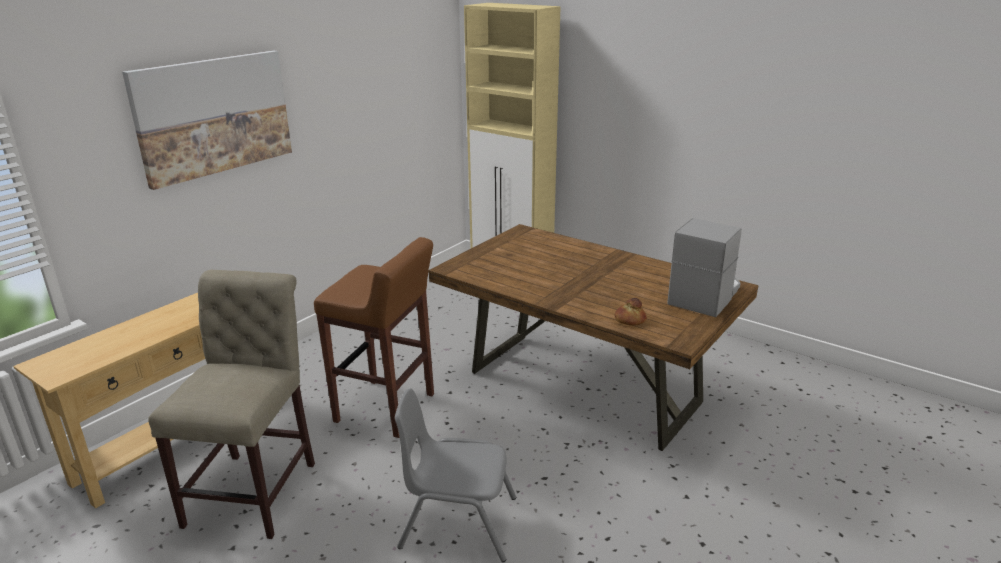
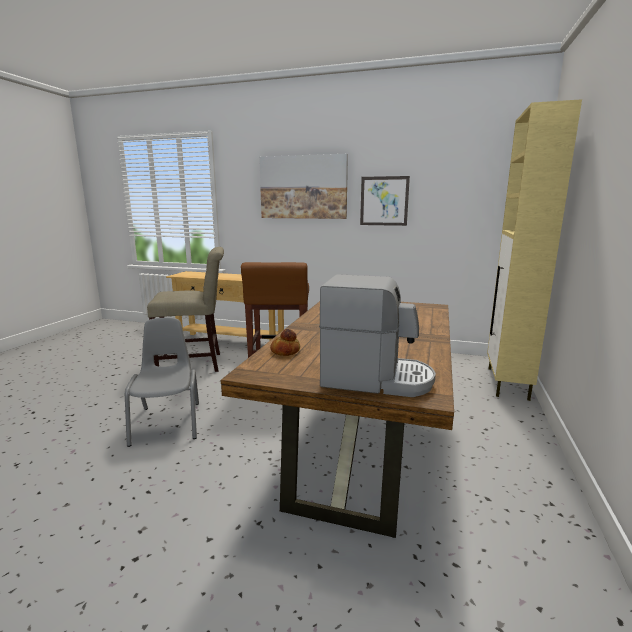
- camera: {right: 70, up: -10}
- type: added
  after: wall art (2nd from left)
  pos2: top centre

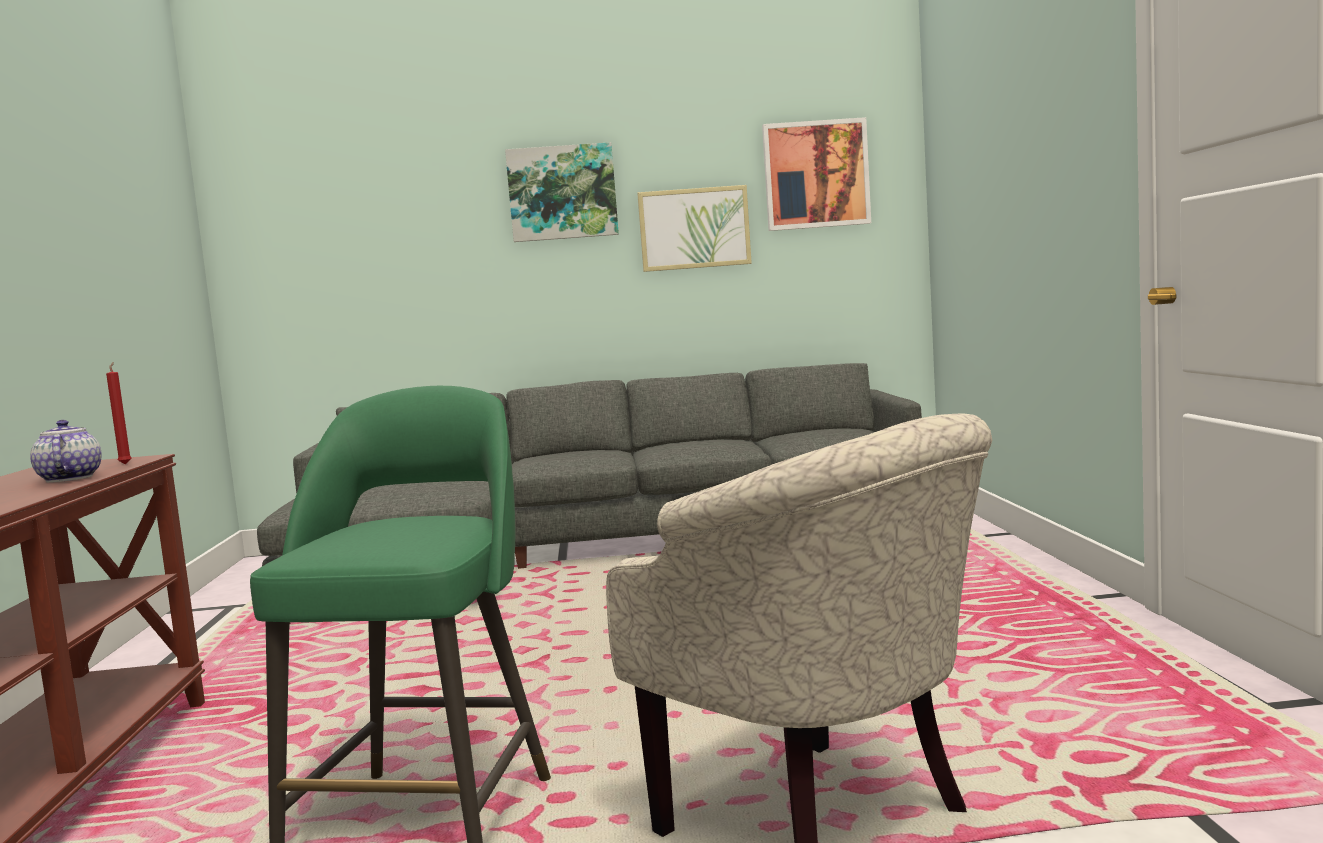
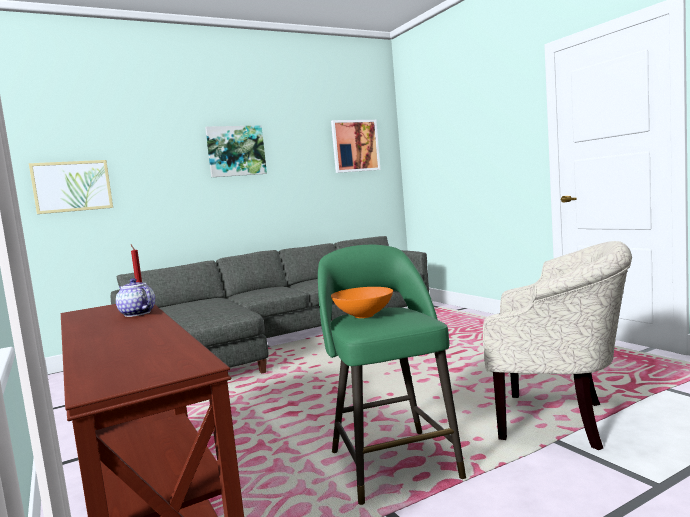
- camera: {right: -25, up: 0}
- type: moved
  before: wall art (2nd from left in the first image)
  after: wall art (1st from left)
  pos1: top centre
  pos2: middle left
- type: added
  after: deep dish in orange-coloured
  pos2: centre

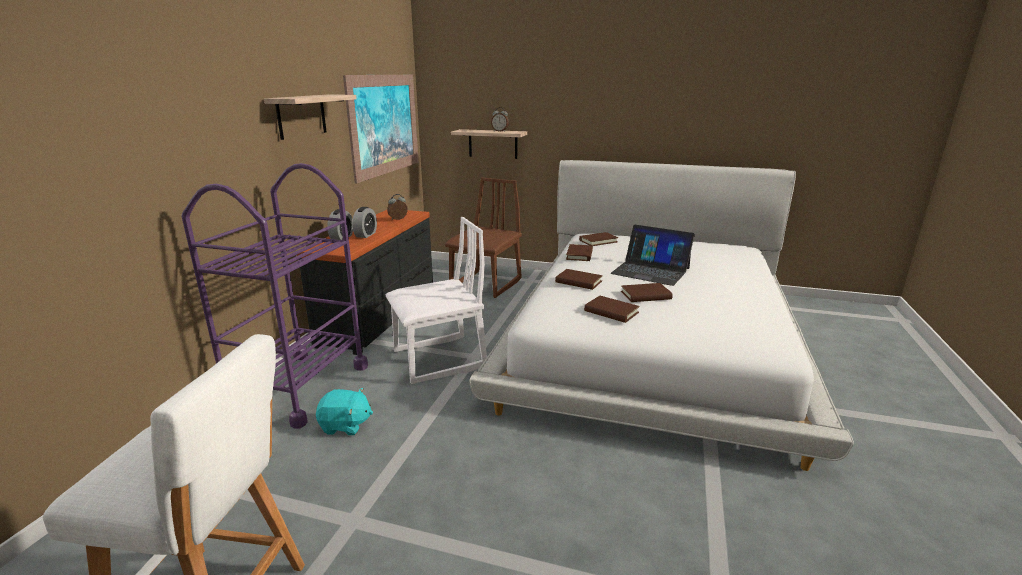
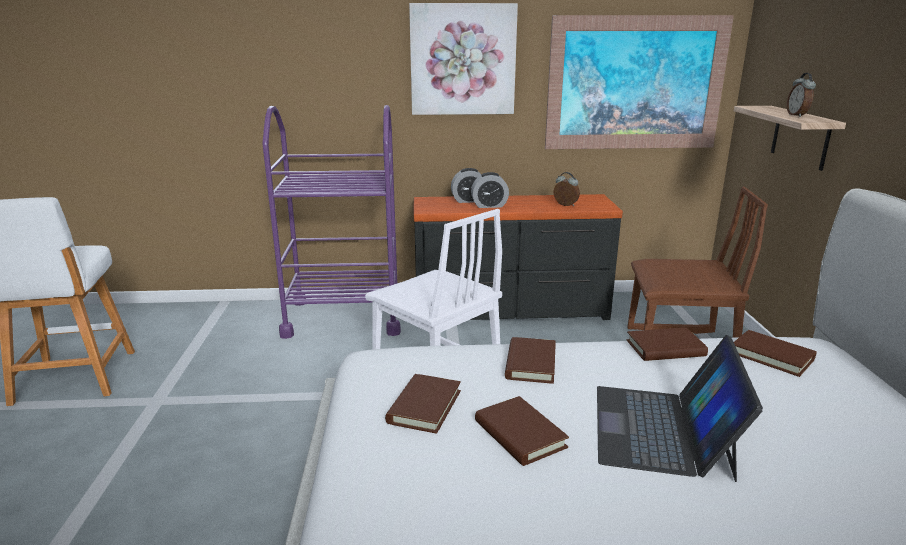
- camera: {right: 70, up: 0}
- type: replaced
  before: shelf (1st from left)
  after: wall art (1st from left)
  pos1: top left
  pos2: top centre
- type: removed
  before: cuddly toy in blue-green
  pos1: bottom centre

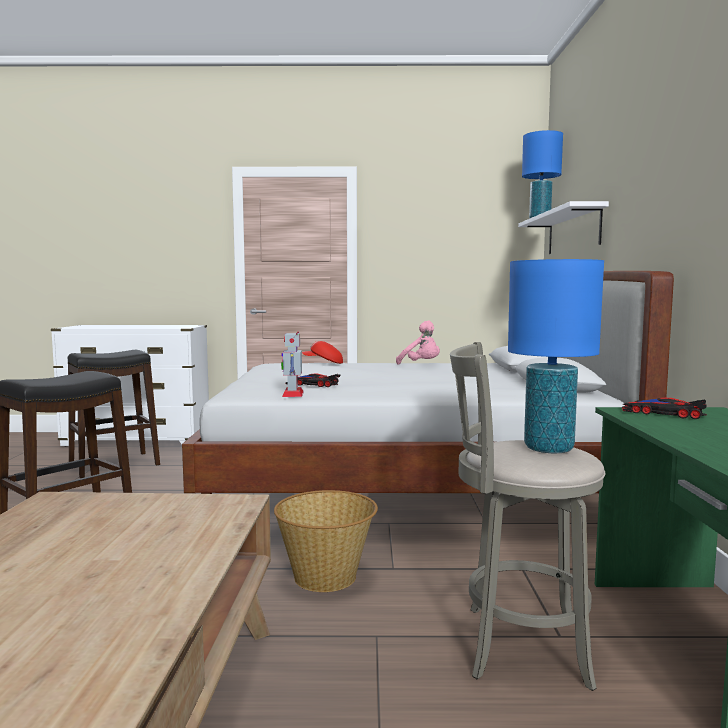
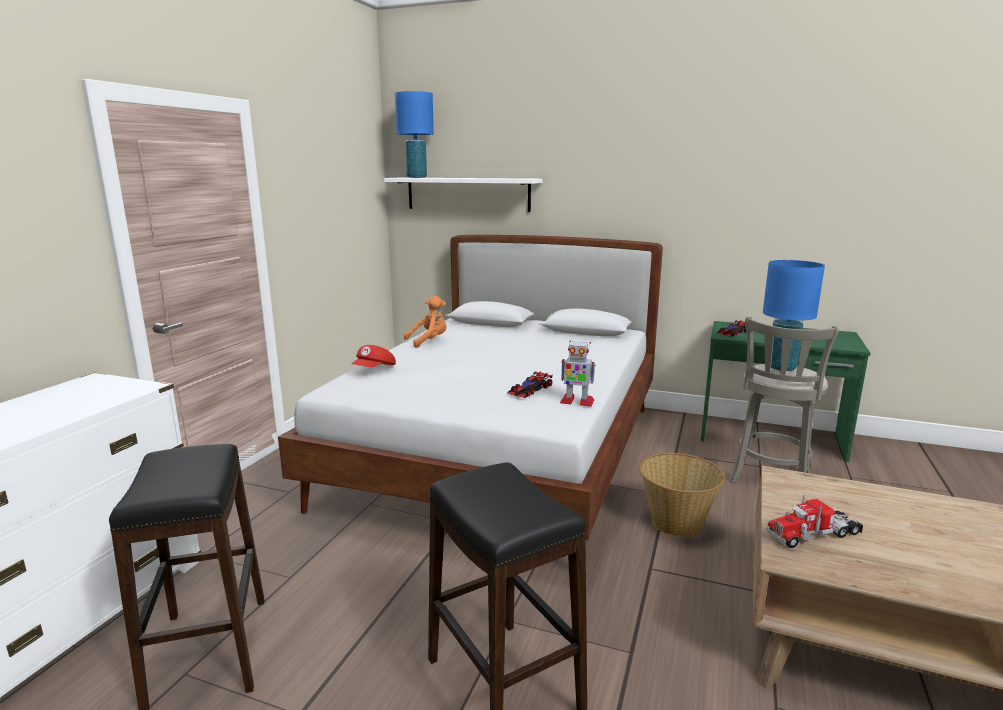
- camera: {right: -70, up: 10}
- type: recoloured
  before: cuddly toy in pink-coloured
  after: cuddly toy in orange-coloured
  pos1: centre
  pos2: centre
- type: added
  after: toy truck
  pos2: bottom right

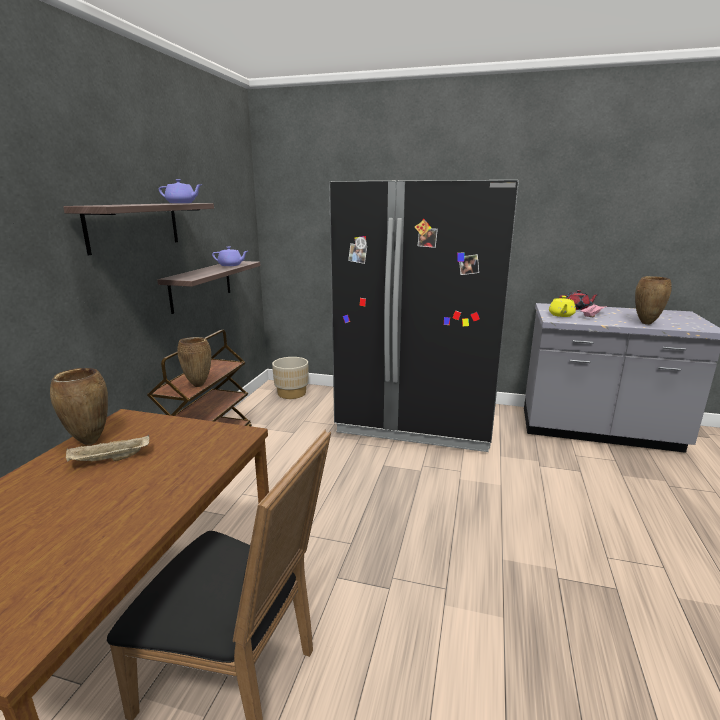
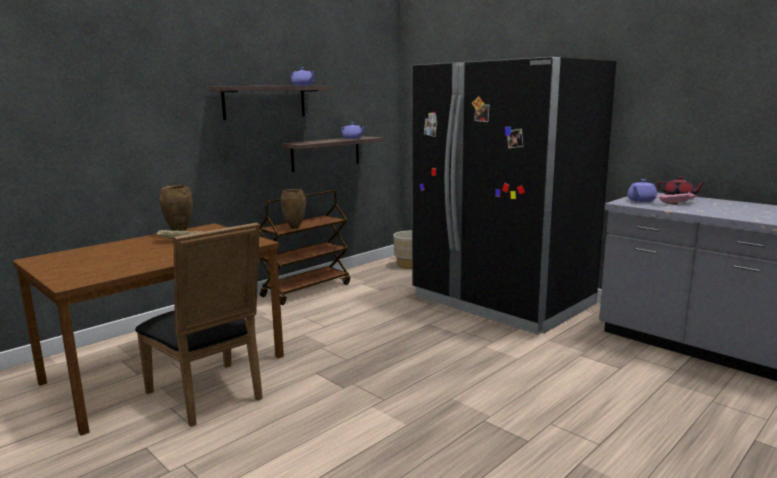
- camera: {right: 30, up: -5}
- type: removed
  before: flower vase in brown-coloured (3rd from left)
  pos1: middle right
- type: recoloured
  before: teapot in yellow
  after: teapot in purple (3rd from left)
  pos1: middle right
  pos2: middle right

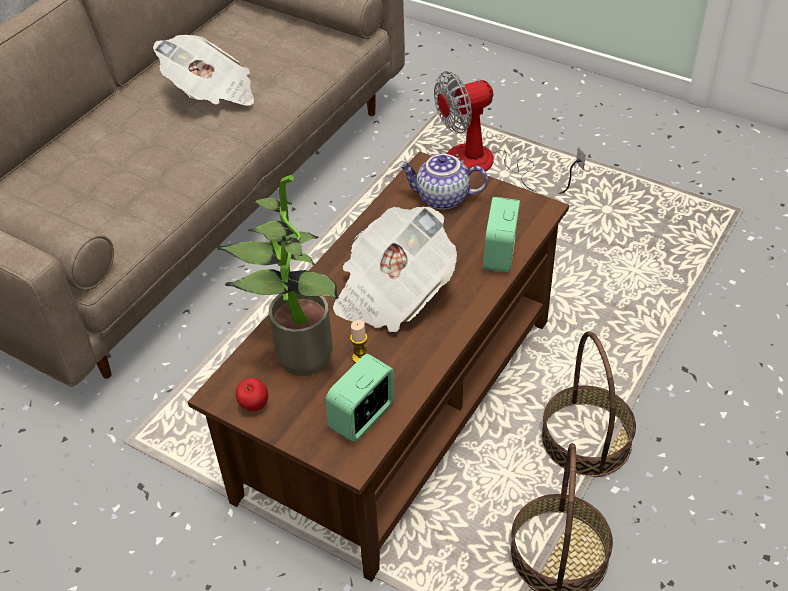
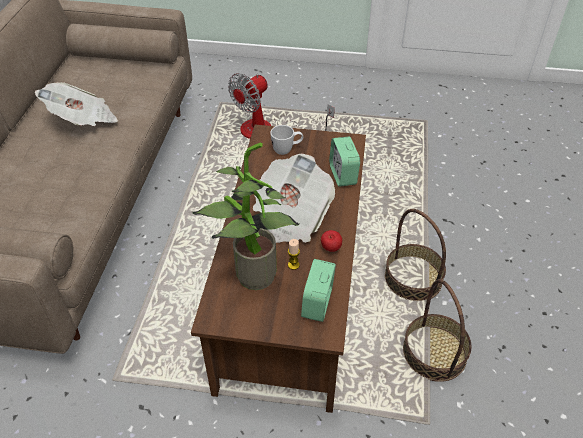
- camera: {right: -25, up: 0}
- type: replaced
  before: teapot
  after: tea mug in white-coloured
  pos1: top centre
  pos2: top centre
- type: moved
  before: whole apple
  pos1: bottom left
  pos2: centre

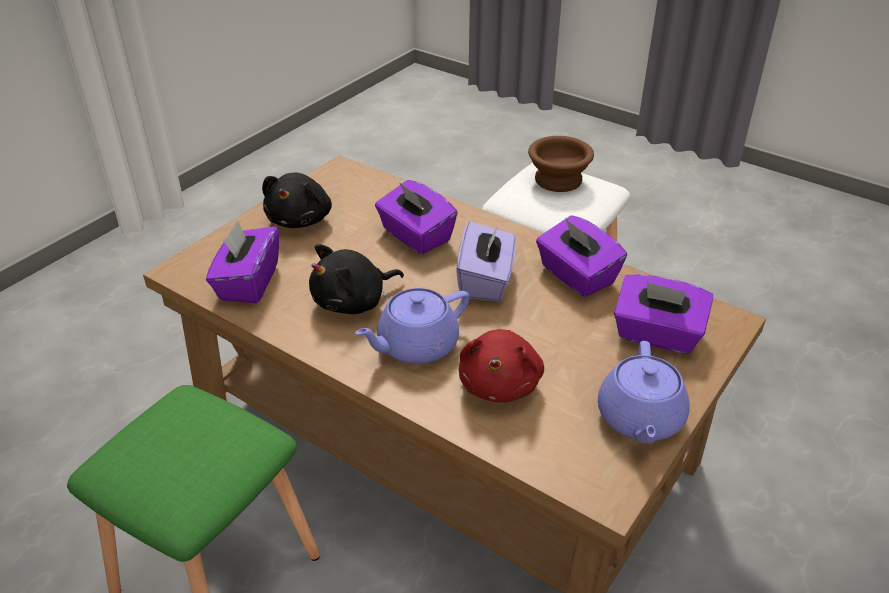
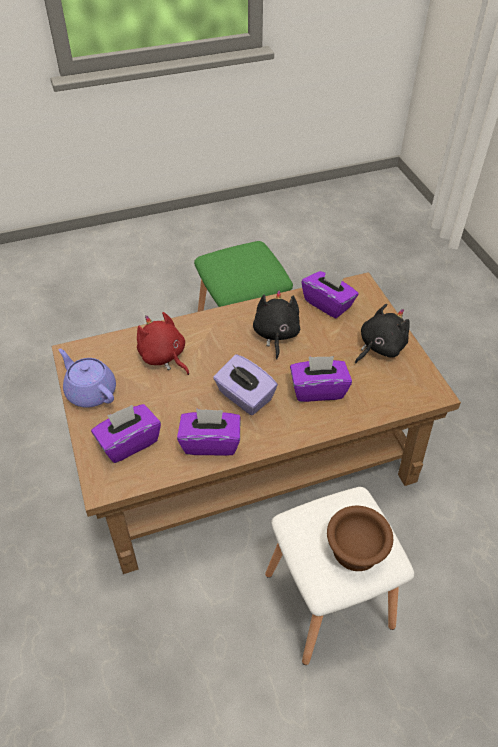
- camera: {right: 125, up: 10}
- type: turned
  before: cuddly toy in black (1st from left in the first image)
  pos1: centre
  pos2: middle right
  turn: 90
- type: removed
  before: teapot in purple (1st from left)
  pos1: centre

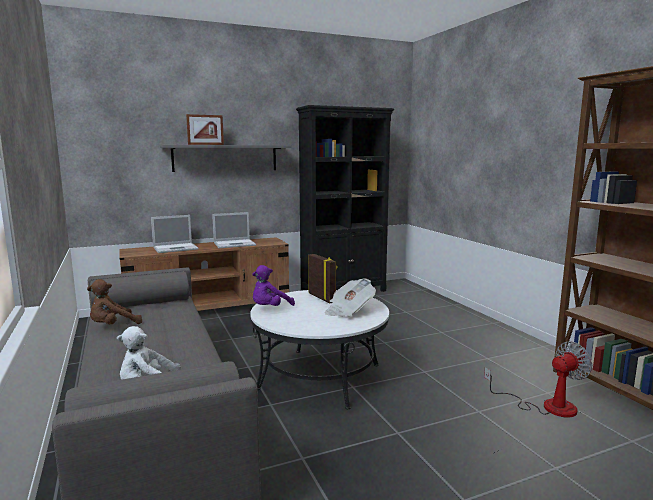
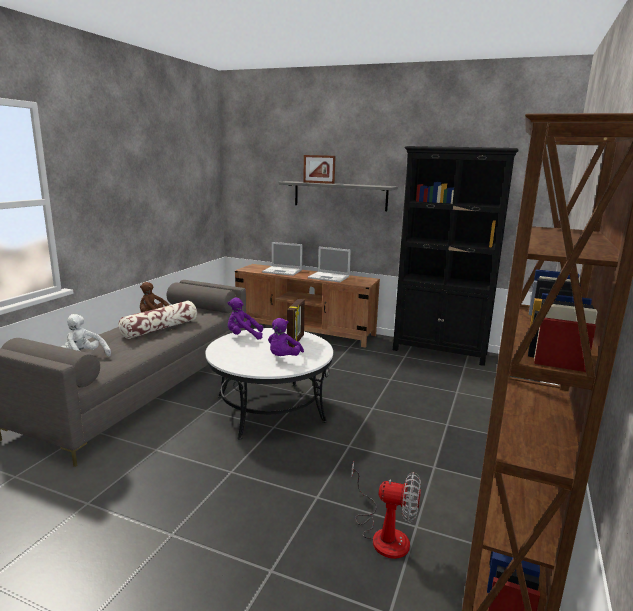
- camera: {right: 45, up: 5}
- type: replaced
  before: daily paper
  after: cuddly toy in purple (2nd from left)
  pos1: centre
  pos2: centre
- type: added
  after: throw pillow
  pos2: middle left

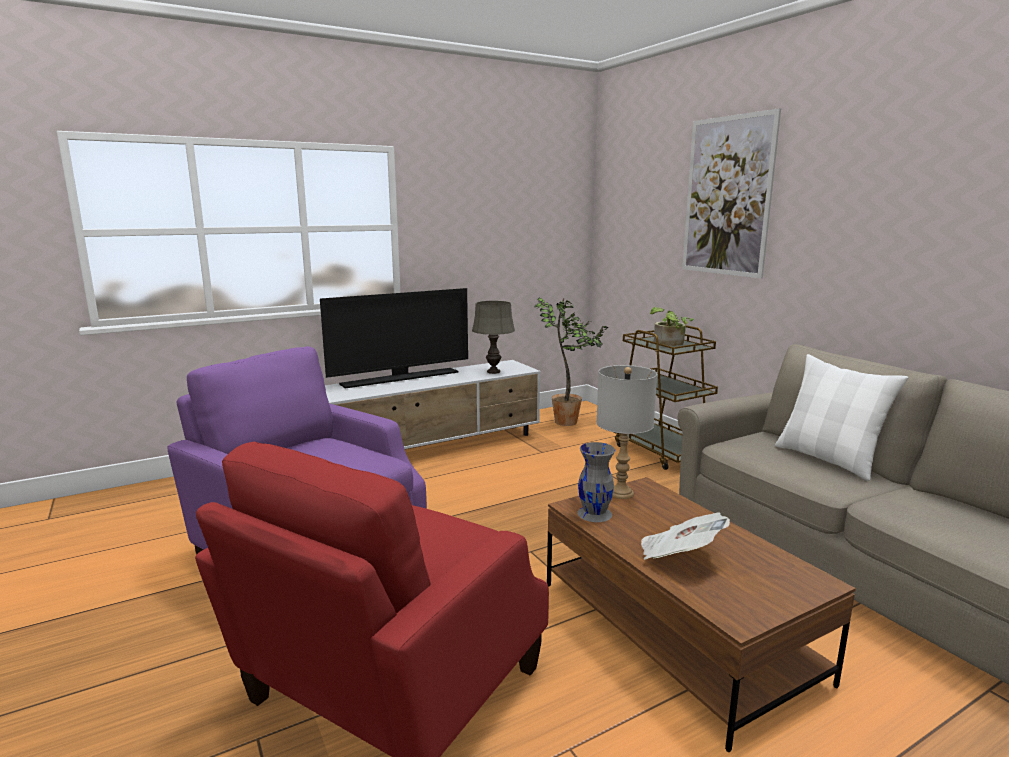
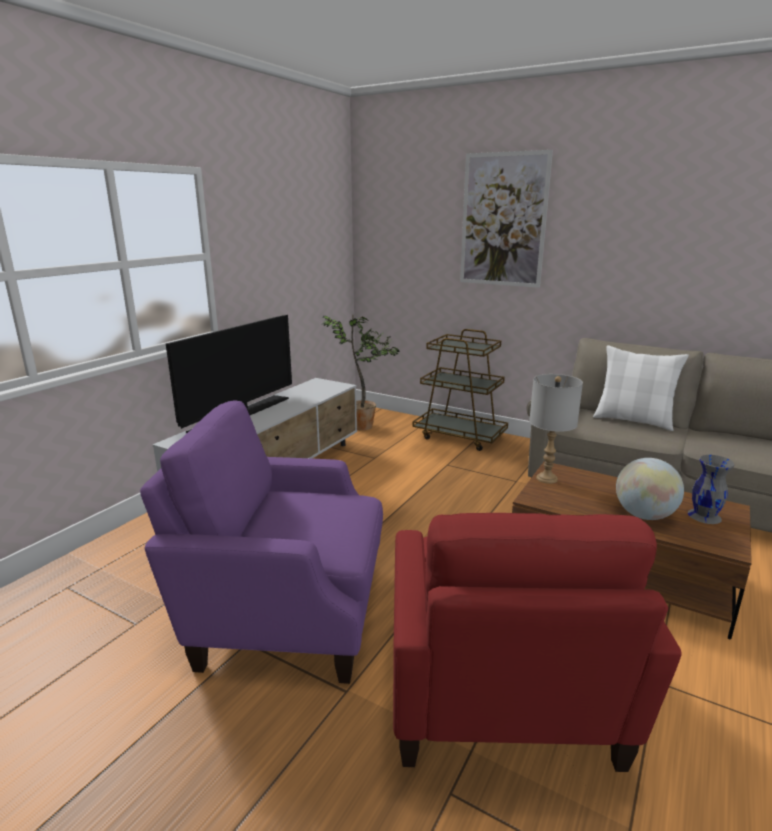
- camera: {right: -30, up: 5}
- type: removed
  before: table lamp in gray (1st from left)
  pos1: centre
- type: removed
  before: houseplant (2nd from left)
  pos1: centre
- type: moved
  before: flower vase in gray
  pos1: centre
  pos2: middle right
- type: replaced
  before: daily paper
  after: globe
  pos1: bottom right
  pos2: middle right

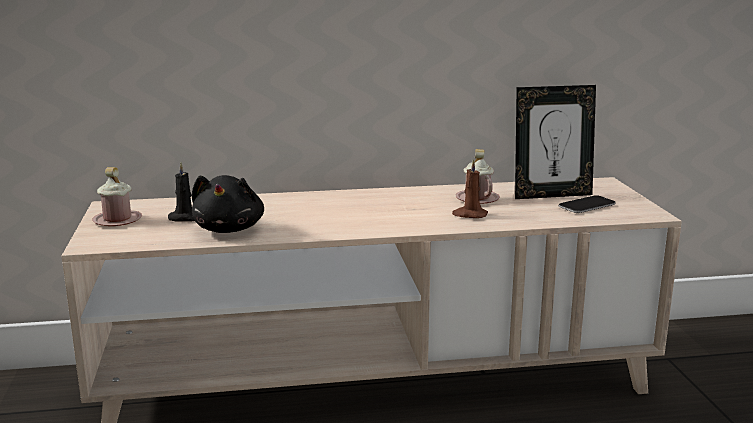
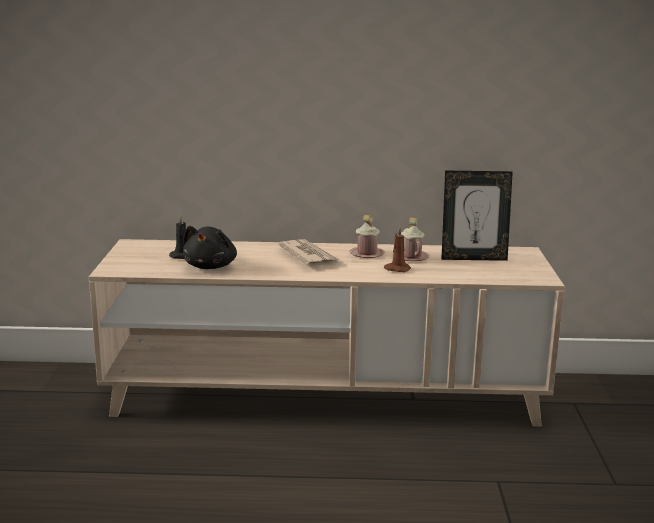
- camera: {right: 10, up: 0}
- type: moved
  before: tea mug in pink-coloured (1st from left)
  pos1: middle left
  pos2: centre
- type: removed
  before: phone
  pos1: middle right
- type: added
  after: daily paper
  pos2: centre

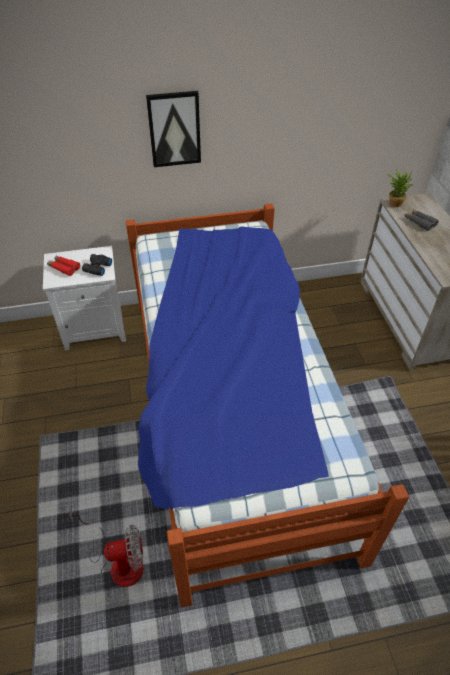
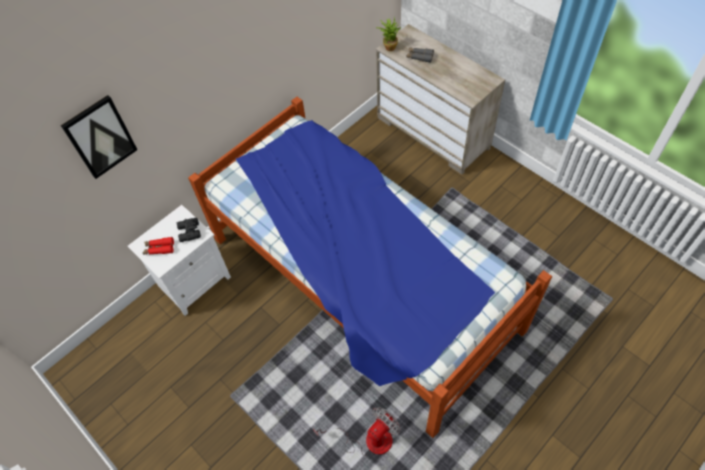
- camera: {right: -30, up: 10}
- type: moved
  before: wall art
  pos1: top centre
  pos2: top left

